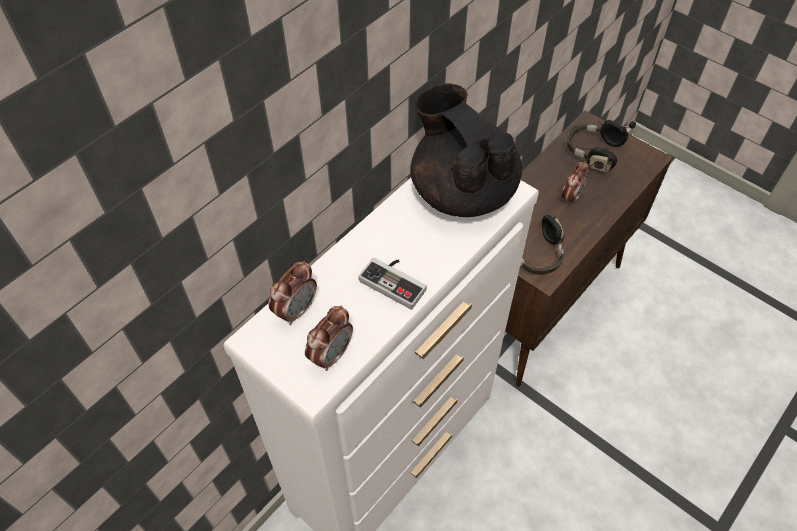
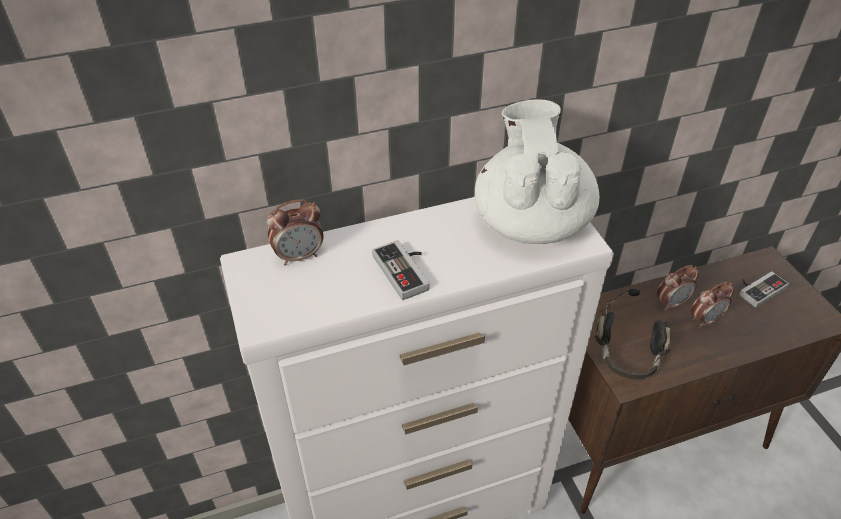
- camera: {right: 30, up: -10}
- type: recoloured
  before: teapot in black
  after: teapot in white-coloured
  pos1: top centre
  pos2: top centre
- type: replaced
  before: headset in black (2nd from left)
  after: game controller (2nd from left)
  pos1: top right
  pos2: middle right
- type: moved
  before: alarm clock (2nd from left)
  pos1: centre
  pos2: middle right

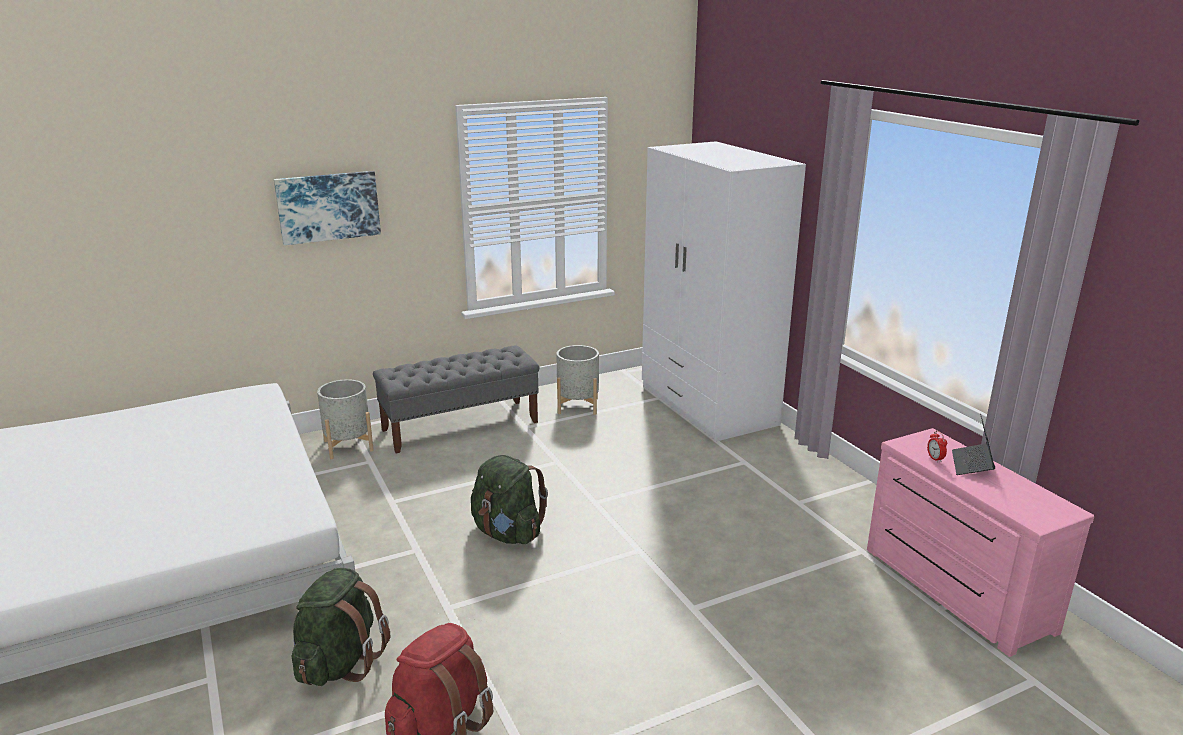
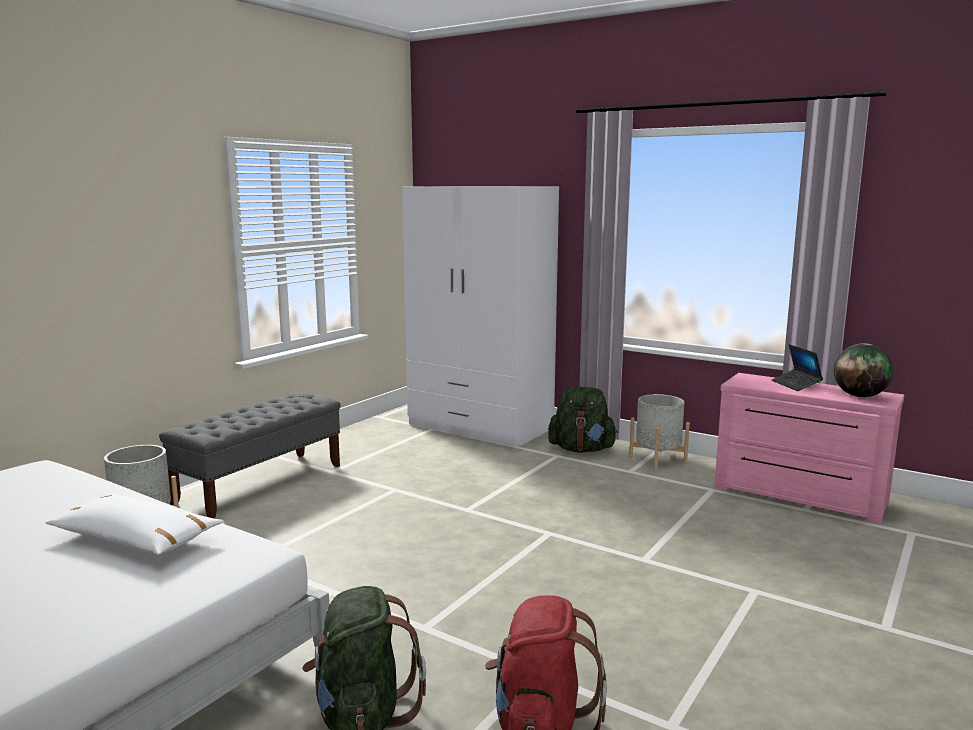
- camera: {right: -30, up: -10}
- type: removed
  before: wall art
  pos1: top left
- type: moved
  before: plant pot in gray (2nd from left)
  pos1: centre
  pos2: middle right
- type: removed
  before: alarm clock
  pos1: middle right
- type: moved
  before: rucksack in green-coloured (2nd from left)
  pos1: bottom centre
  pos2: centre
- type: added
  after: globe
  pos2: middle right
- type: added
  after: throw pillow in white-coloured
  pos2: bottom left

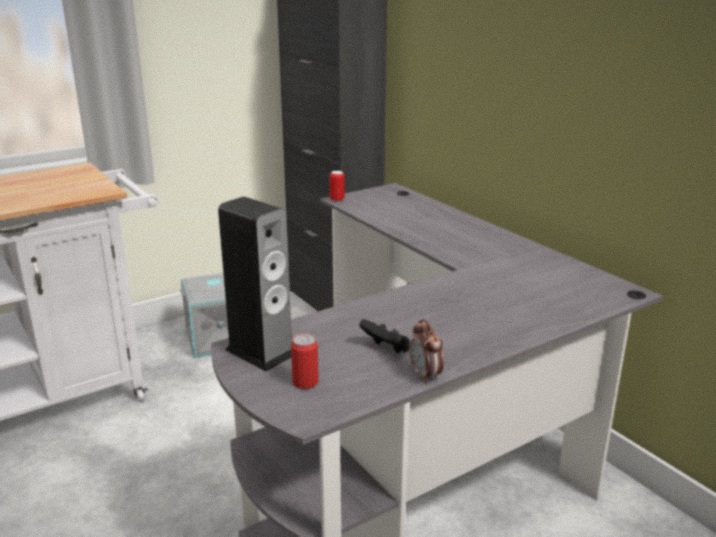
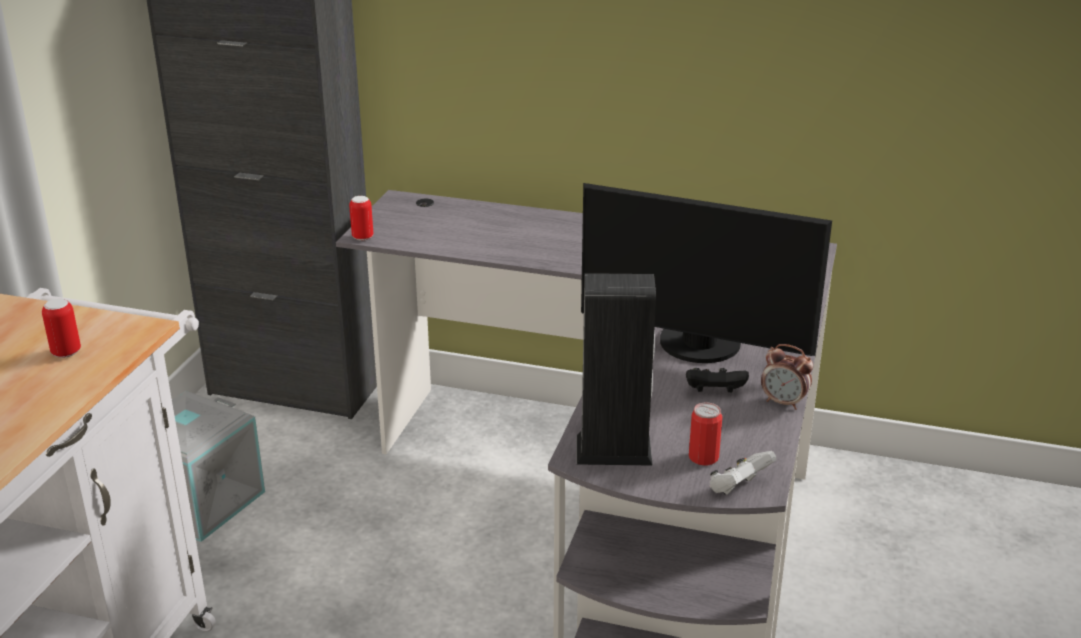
- camera: {right: -40, up: 5}
- type: added
  after: computer screen
  pos2: centre
- type: added
  after: metal can (1st from left)
  pos2: middle left
- type: added
  after: game controller in white-coloured
  pos2: bottom right

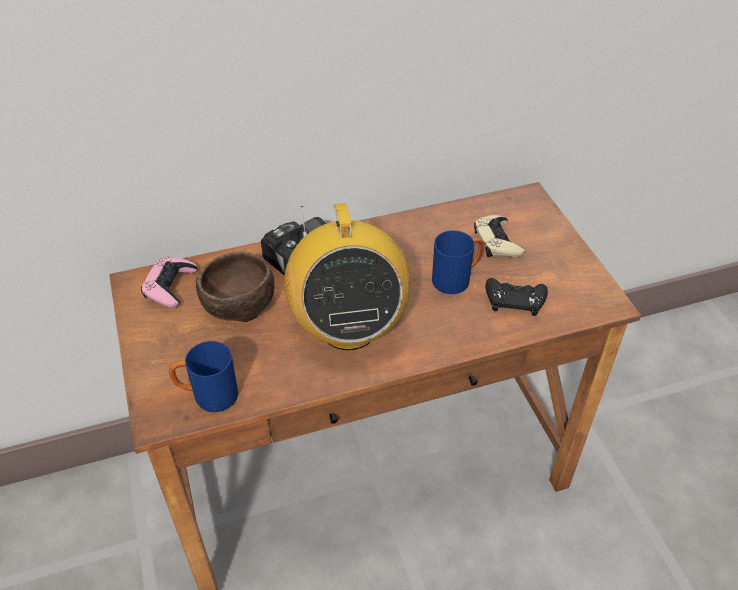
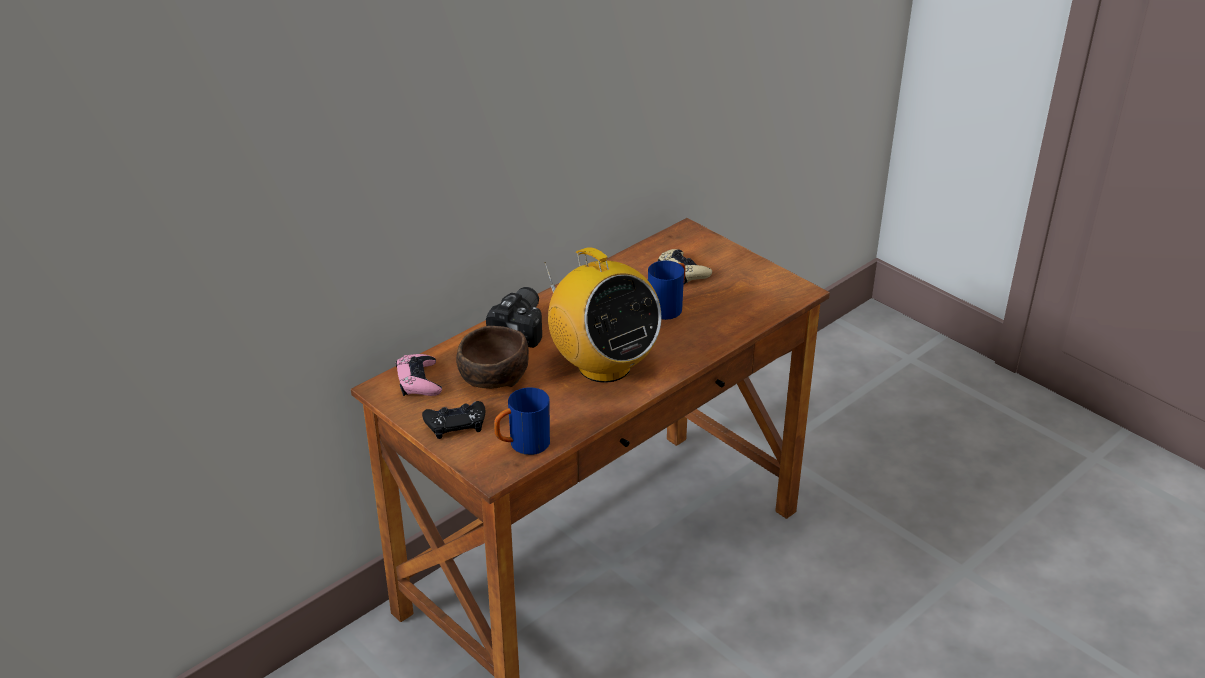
- camera: {right: -25, up: -10}
- type: moved
  before: game controller in black
  pos1: middle right
  pos2: centre

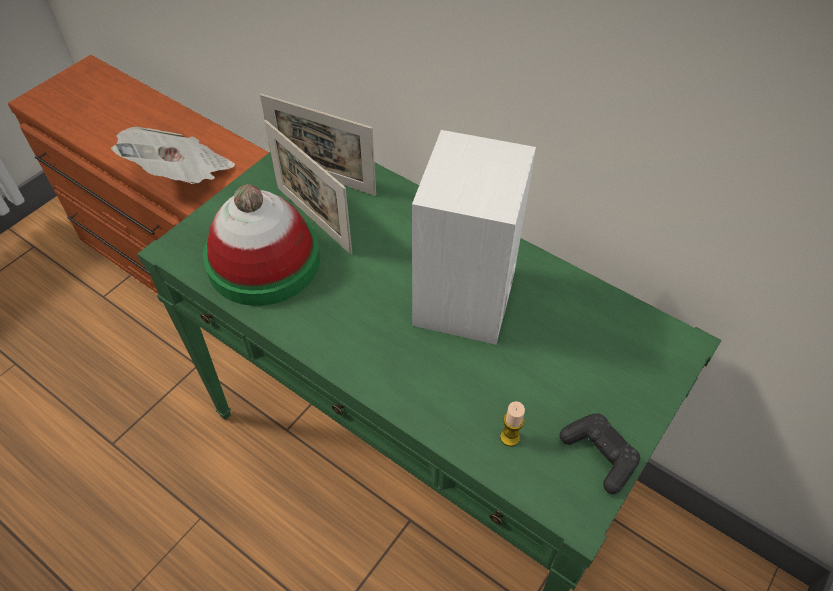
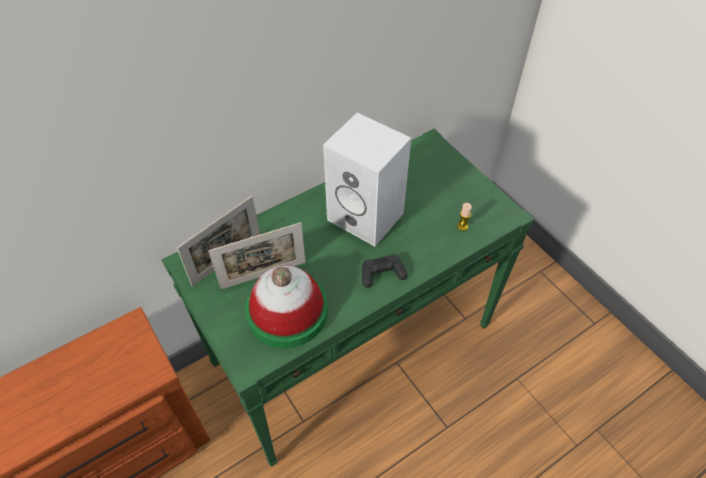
- camera: {right: -70, up: 0}
- type: removed
  before: daily paper
  pos1: top left
- type: moved
  before: game controller in black
  pos1: bottom right
  pos2: centre

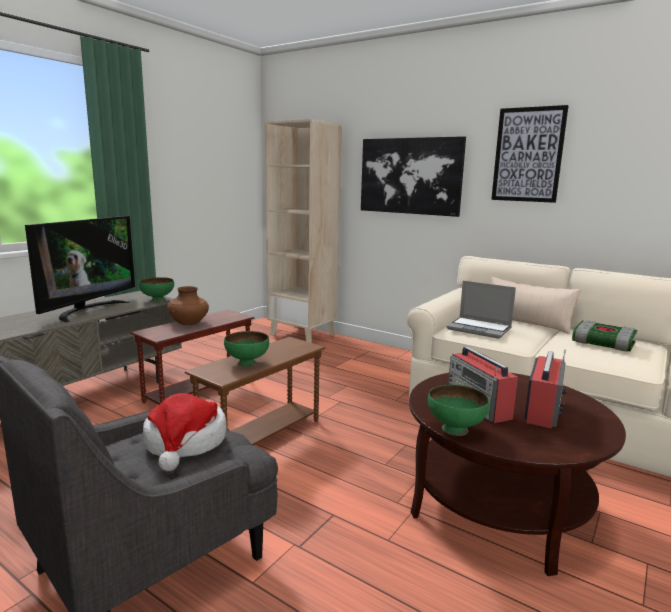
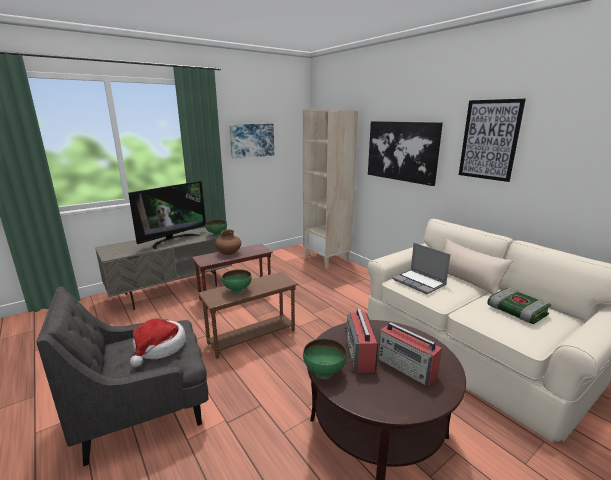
- camera: {right: 20, up: 5}
- type: turned
  before: radio receiver (2nd from left)
  pos1: middle right
  pos2: bottom right
  turn: 90
- type: added
  after: wall art (1st from left)
  pos2: top centre

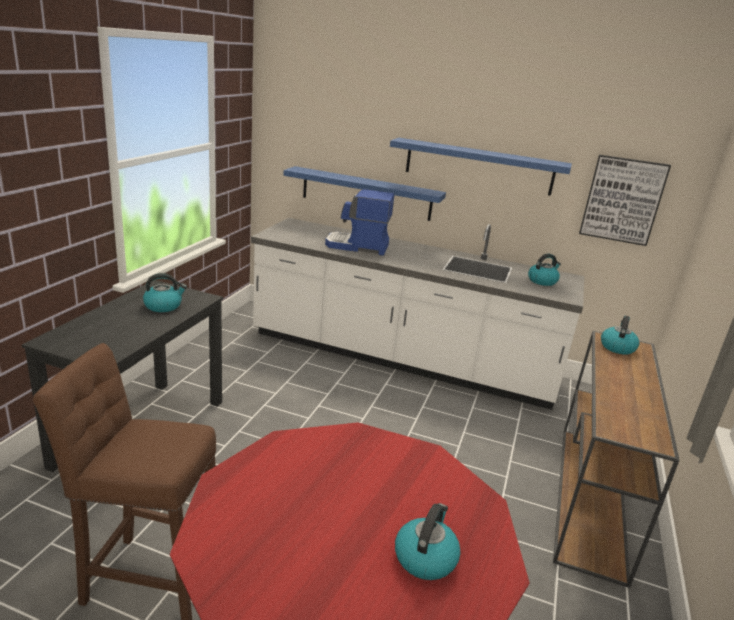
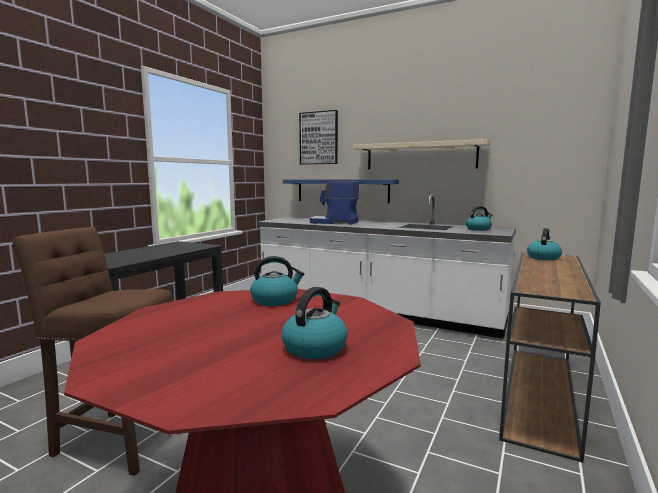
- camera: {right: 10, up: -15}
- type: recoloured
  before: shelf in blue-coloured (2nd from left)
  after: shelf in beige-coloured
  pos1: top centre
  pos2: top centre
- type: moved
  before: wall art
  pos1: top right
  pos2: top centre
- type: moved
  before: kettle (1st from left)
  pos1: middle left
  pos2: centre

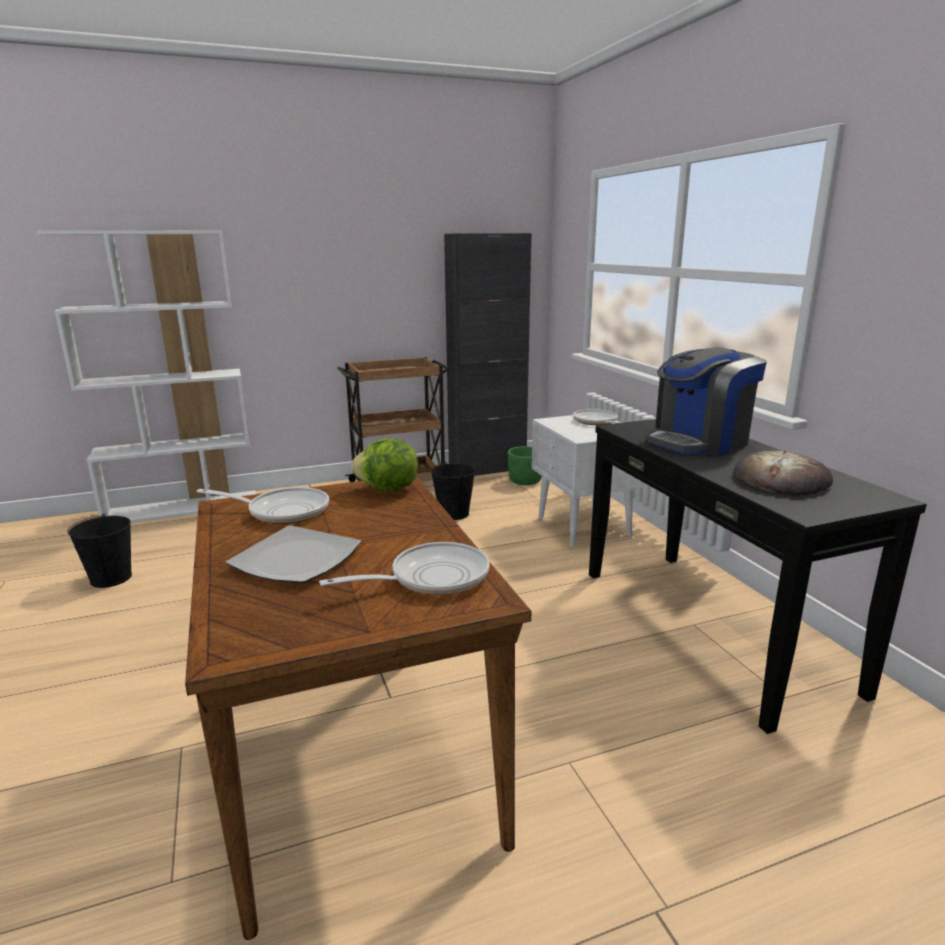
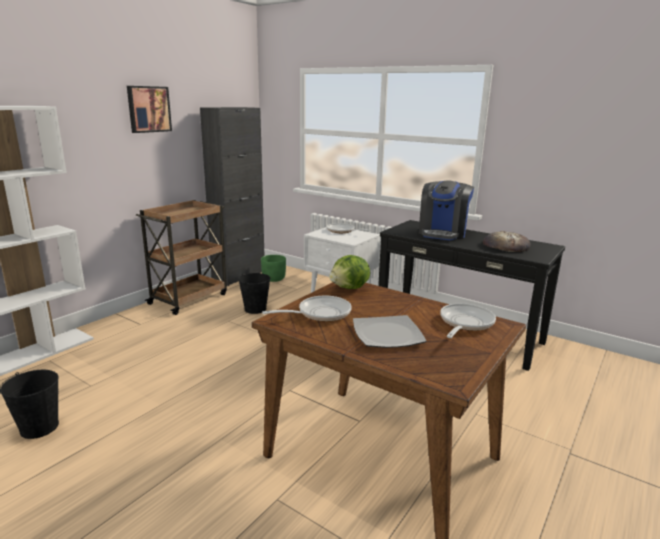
- camera: {right: -35, up: 0}
- type: added
  after: wall art
  pos2: top left

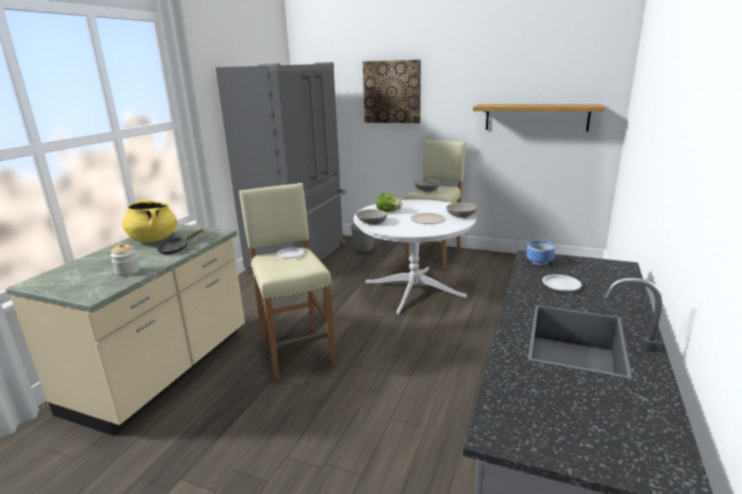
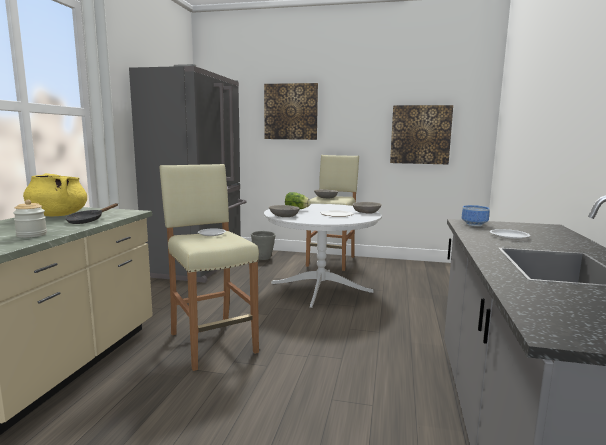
- camera: {right: -10, up: -10}
- type: replaced
  before: shelf
  after: wall art (2nd from left)
  pos1: top right
  pos2: top right

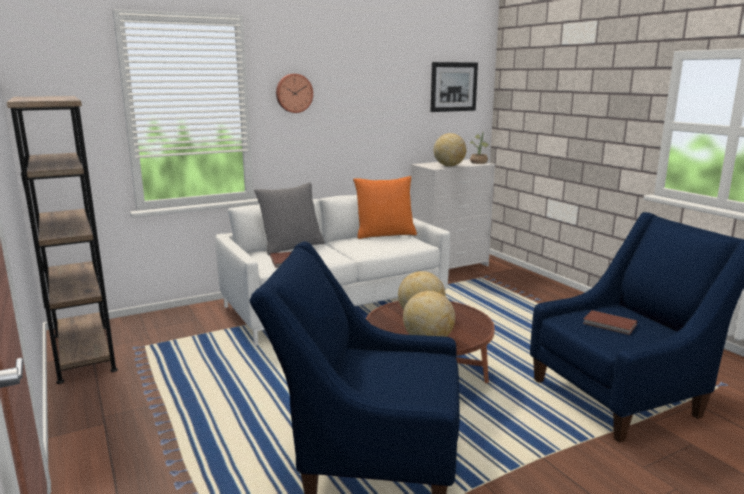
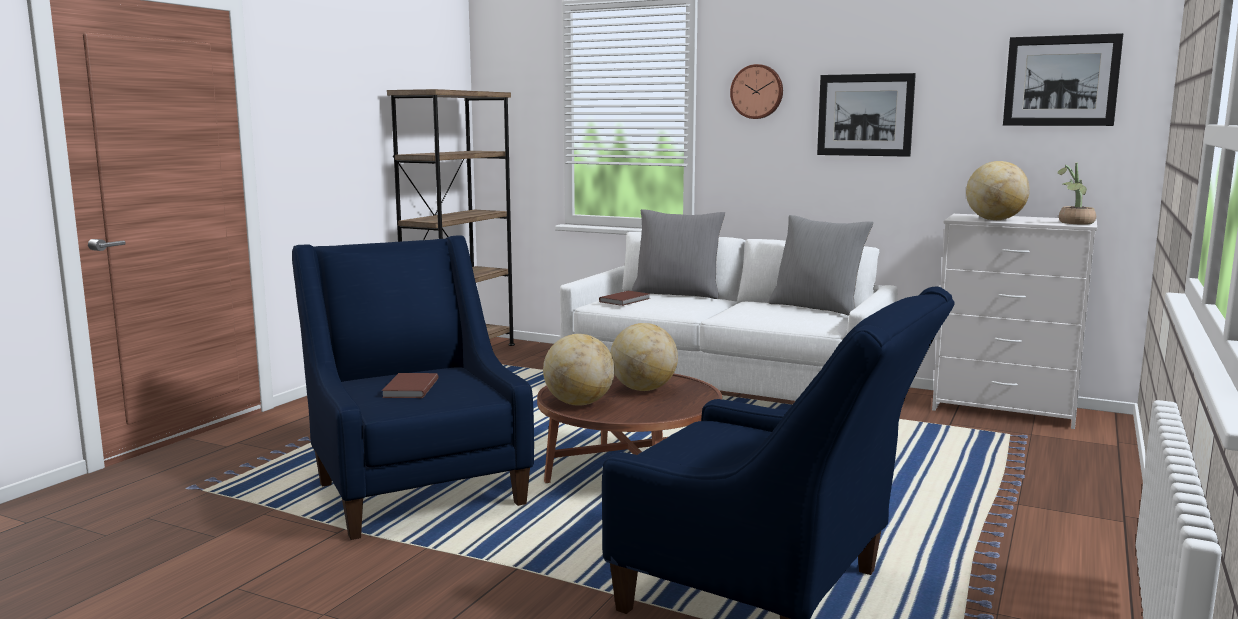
- camera: {right: 55, up: -5}
- type: recoloured
  before: throw pillow in orange-coloured
  after: throw pillow in gray (2nd from left)
  pos1: centre
  pos2: centre
- type: moved
  before: bound book in brown-coloured (2nd from left in the first image)
  after: bound book in brown-coloured (1st from left)
  pos1: middle right
  pos2: middle left
- type: added
  after: wall art (1st from left)
  pos2: top right

